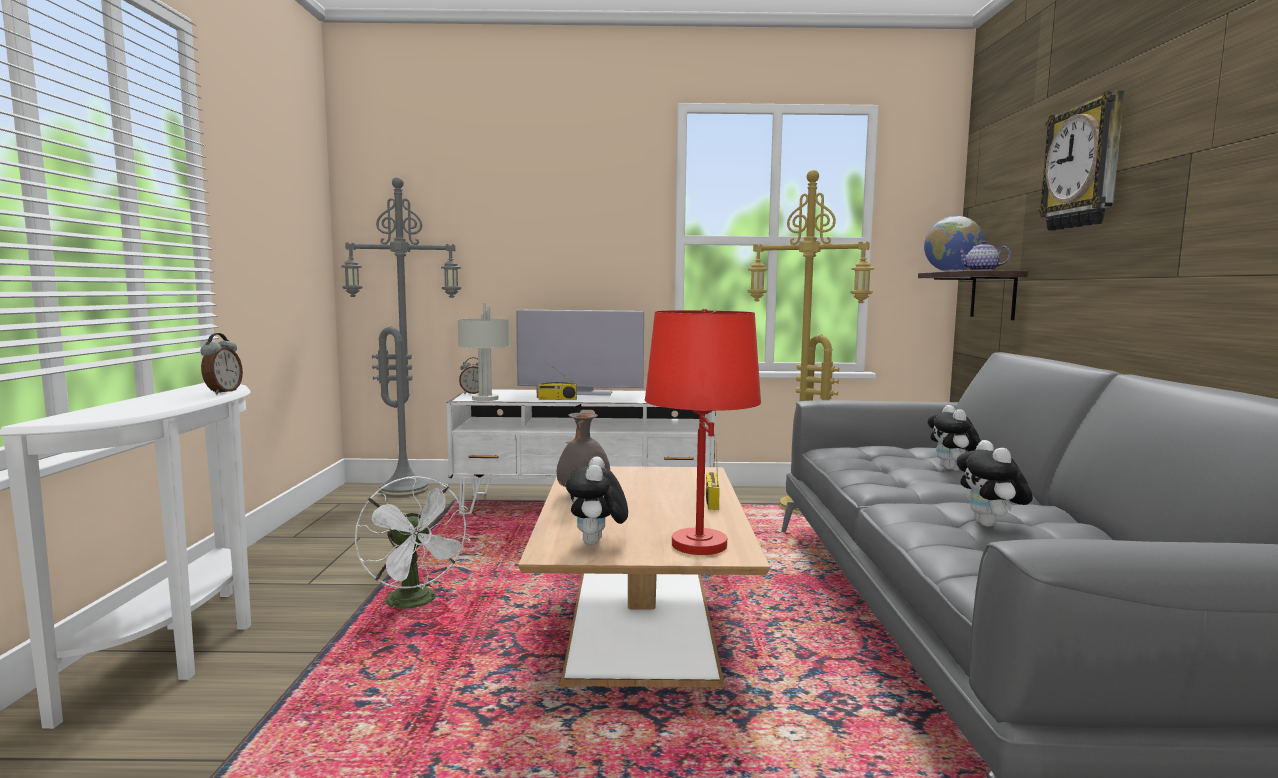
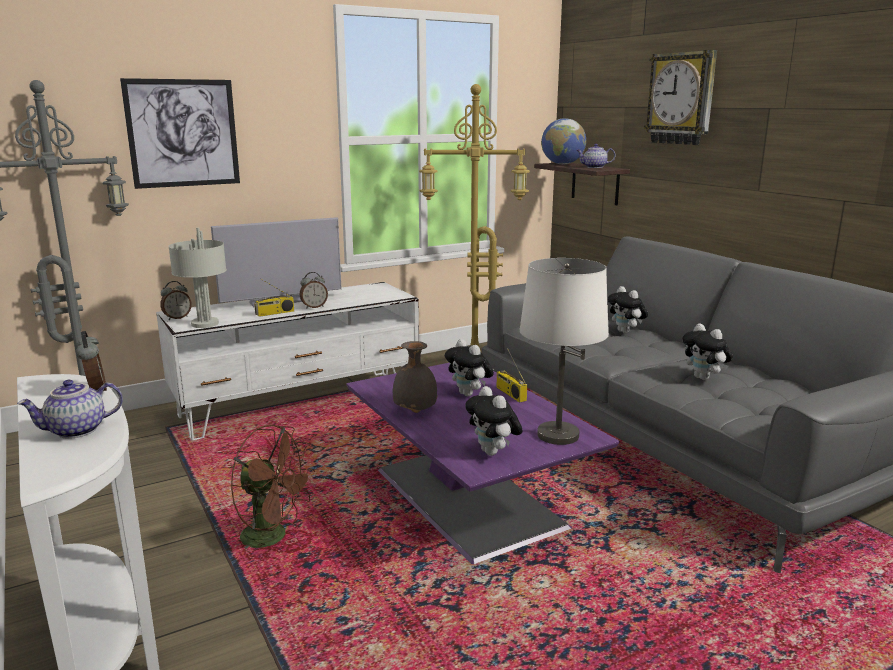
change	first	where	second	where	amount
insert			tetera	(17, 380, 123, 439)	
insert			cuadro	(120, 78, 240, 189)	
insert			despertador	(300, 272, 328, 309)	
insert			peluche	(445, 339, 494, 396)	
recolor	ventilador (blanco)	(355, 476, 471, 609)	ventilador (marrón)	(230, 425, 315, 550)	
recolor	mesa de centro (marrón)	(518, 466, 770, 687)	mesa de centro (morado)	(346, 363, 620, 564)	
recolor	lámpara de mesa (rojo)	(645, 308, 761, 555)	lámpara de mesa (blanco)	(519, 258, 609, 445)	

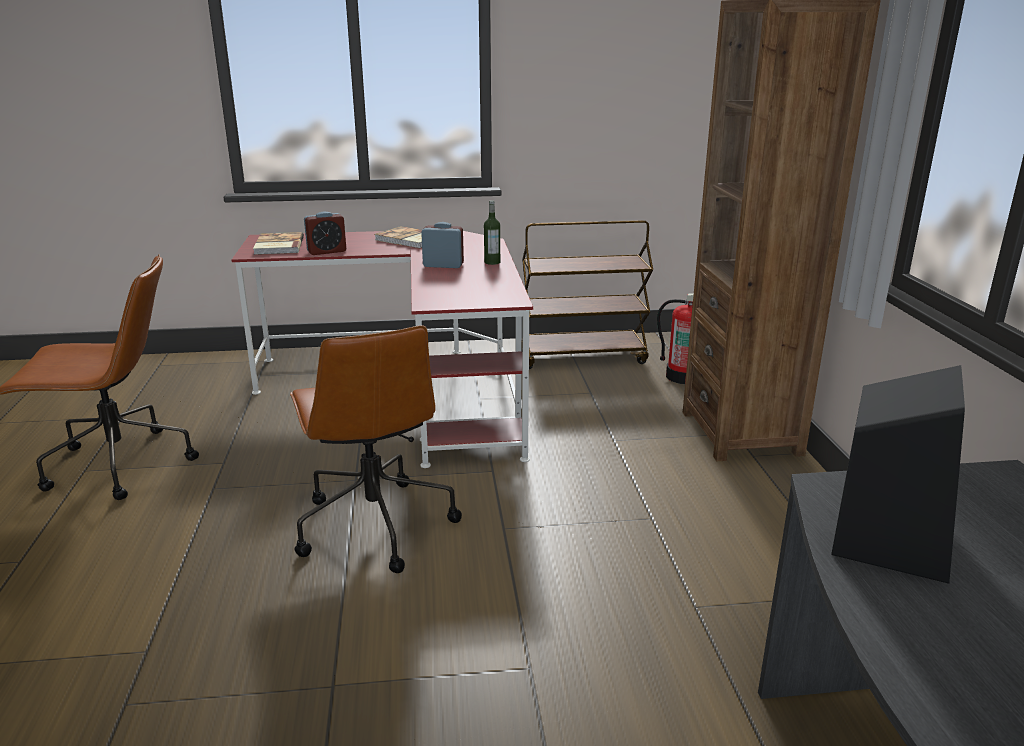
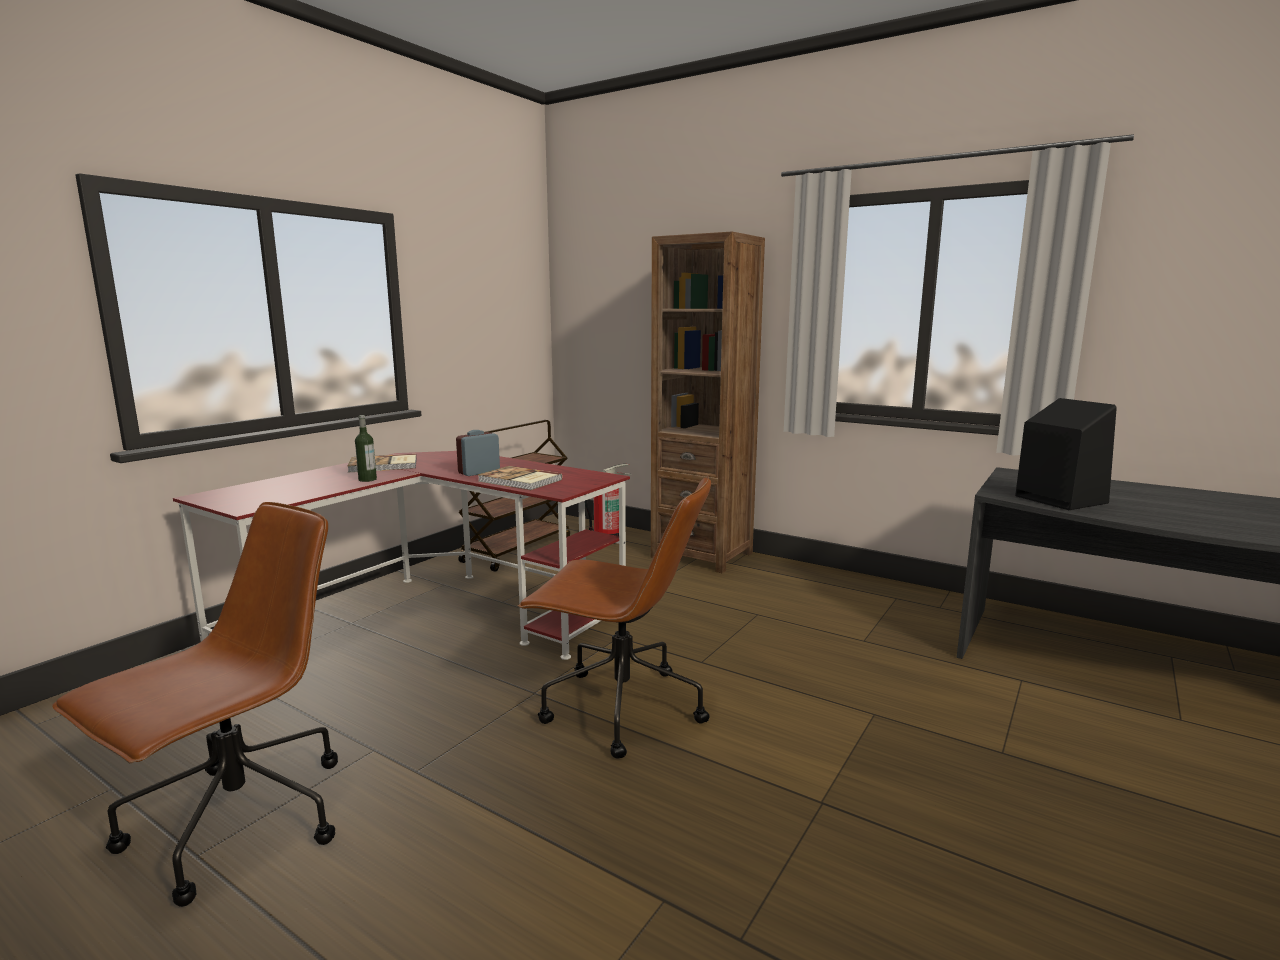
change	first	where	second	where	amount
delete	despertador	(304, 212, 346, 255)			
move	libro	(253, 232, 304, 255)		(478, 466, 562, 490)	
move	botella	(484, 200, 500, 265)		(355, 415, 377, 482)	

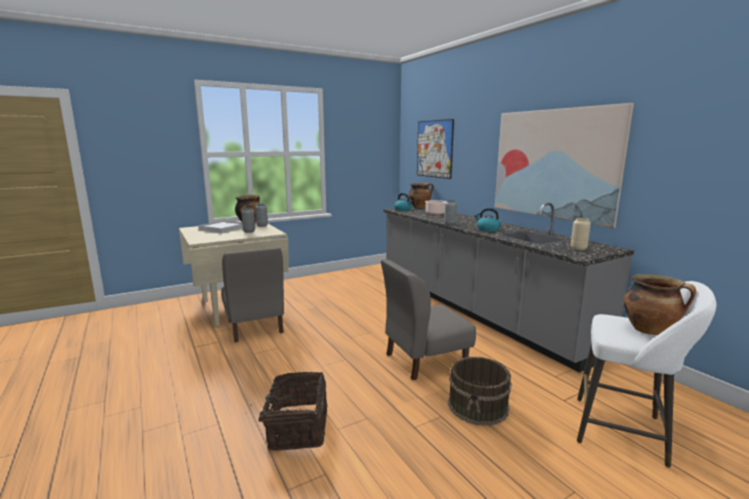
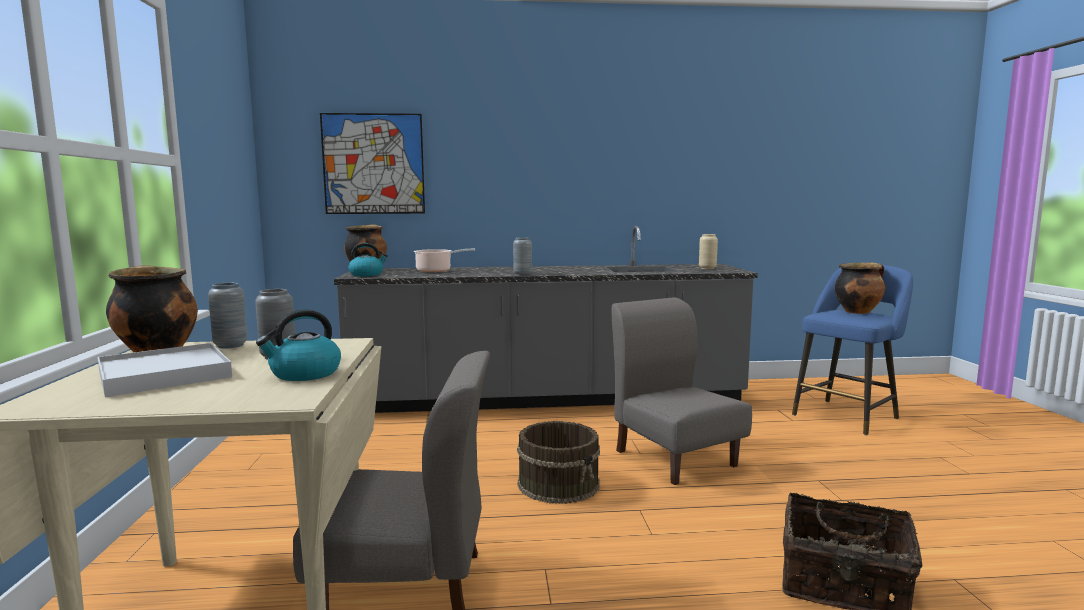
change	first	where	second	where	amount
delete	cuadro	(495, 103, 634, 228)			
move	cubo (marrón)	(448, 357, 512, 426)		(517, 421, 600, 504)	
move	hervidor	(474, 208, 501, 231)		(256, 309, 341, 381)	
recolor	taburete (blanco)	(577, 281, 716, 468)	taburete (azul)	(792, 265, 913, 436)	
rotate	silla (gris)	(381, 259, 476, 380)		(611, 297, 752, 485)	150 degrees clockwise

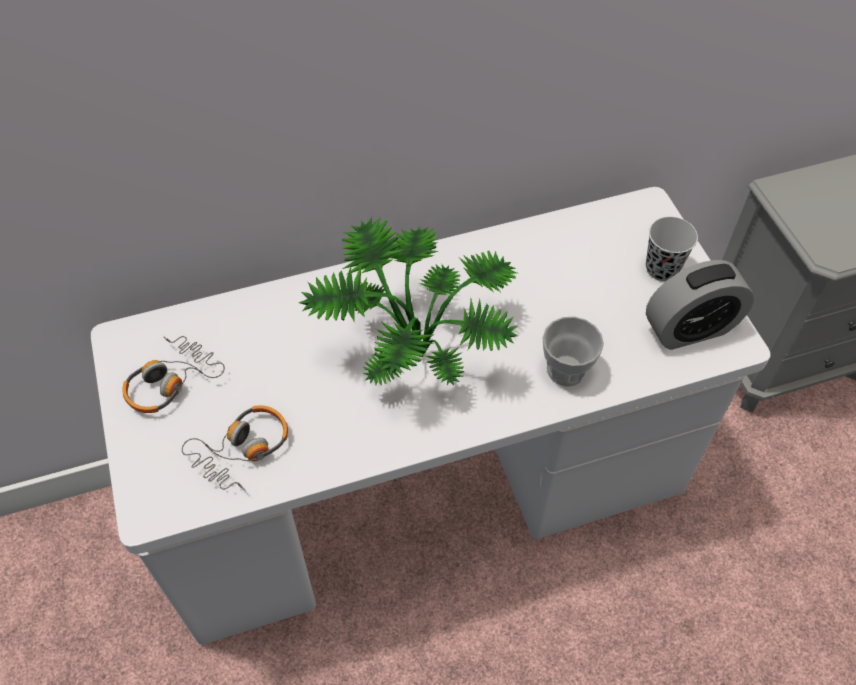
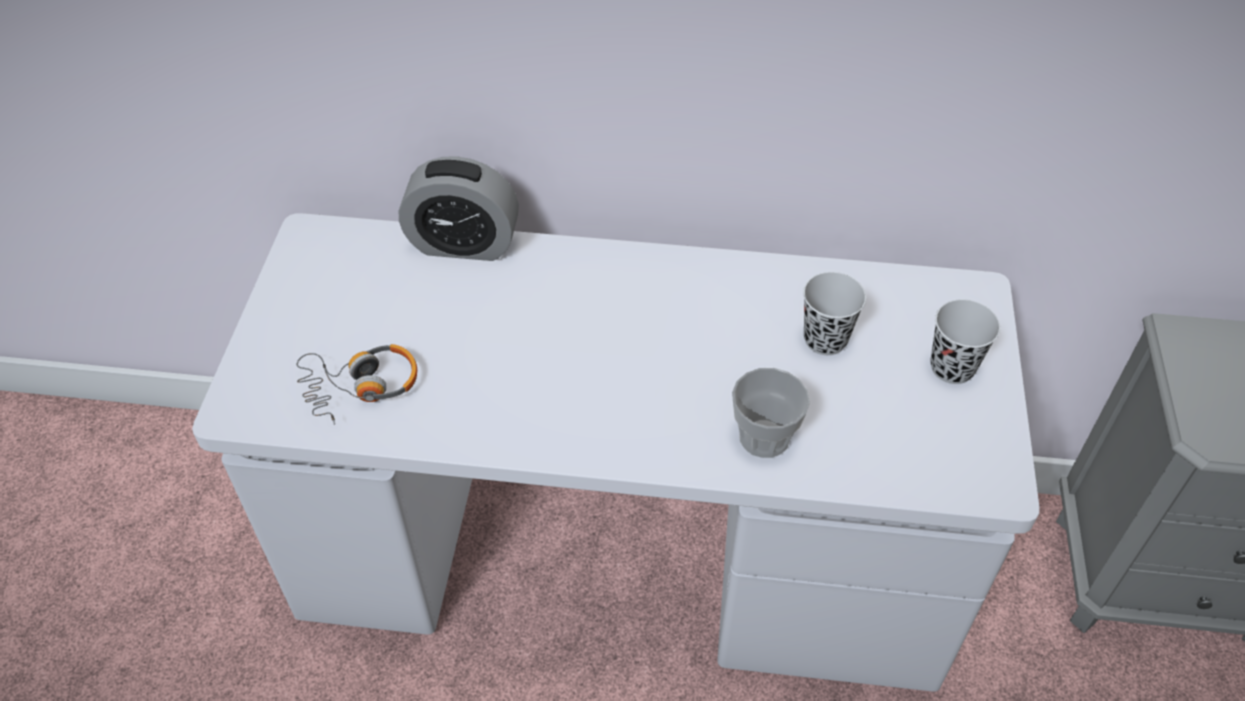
change	first	where	second	where	amount
delete	auriculares	(122, 336, 225, 413)			
delete	planta en maceta	(299, 217, 518, 385)			
insert			taza (negro)	(803, 272, 866, 355)	
move	despertador	(646, 260, 754, 350)		(399, 156, 519, 261)	

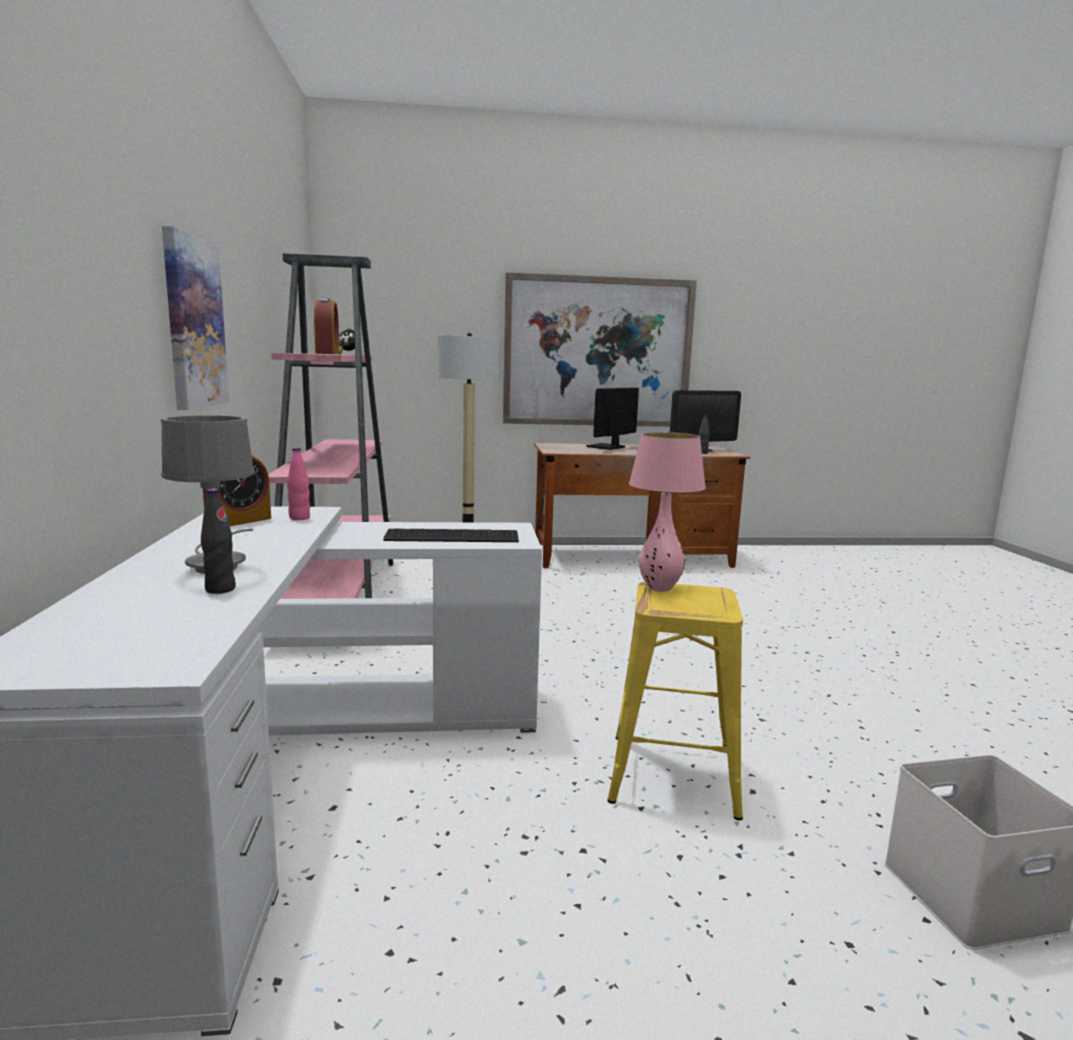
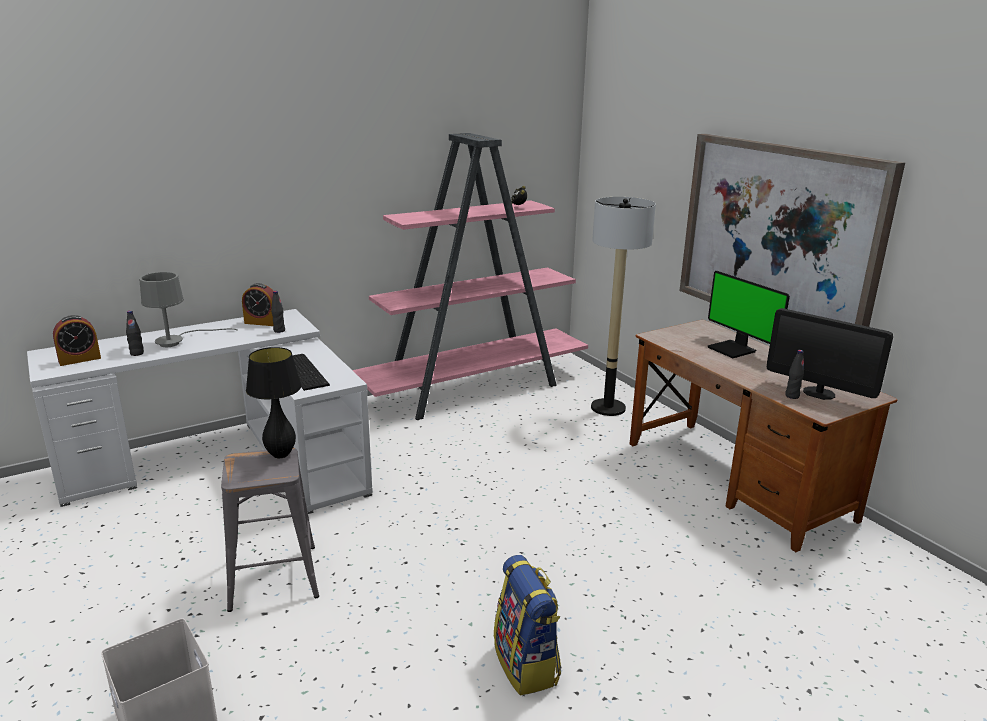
change	first	where	second	where	amount
delete	cuadro	(162, 226, 229, 410)			
insert			mochila	(494, 555, 561, 695)	
move	despertador	(314, 298, 340, 354)		(53, 315, 101, 366)	
recolor	botella (rosa)	(287, 448, 310, 520)	botella (negro)	(271, 291, 285, 333)	
recolor	taburete (amarillo)	(607, 582, 743, 820)	taburete (gris)	(221, 448, 319, 612)	
recolor	lámpara de mesa (rosa)	(629, 432, 706, 592)	lámpara de mesa (negro)	(246, 347, 302, 458)	
rotate	monitor	(586, 388, 639, 450)		(707, 271, 790, 358)	135 degrees counterclockwise

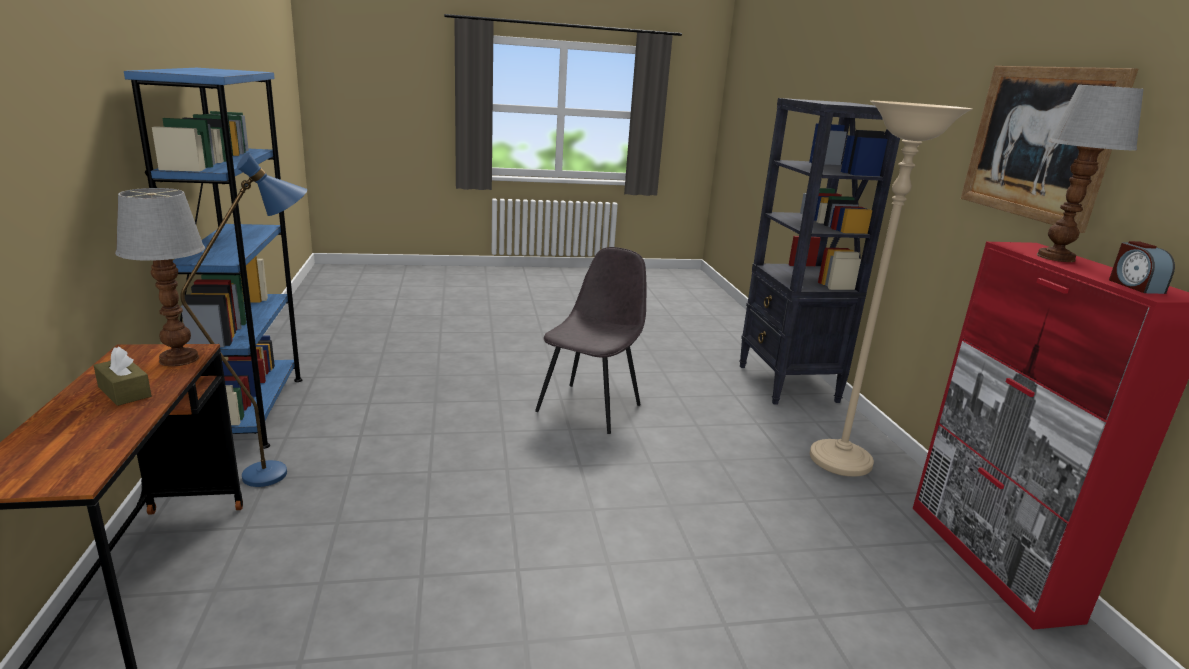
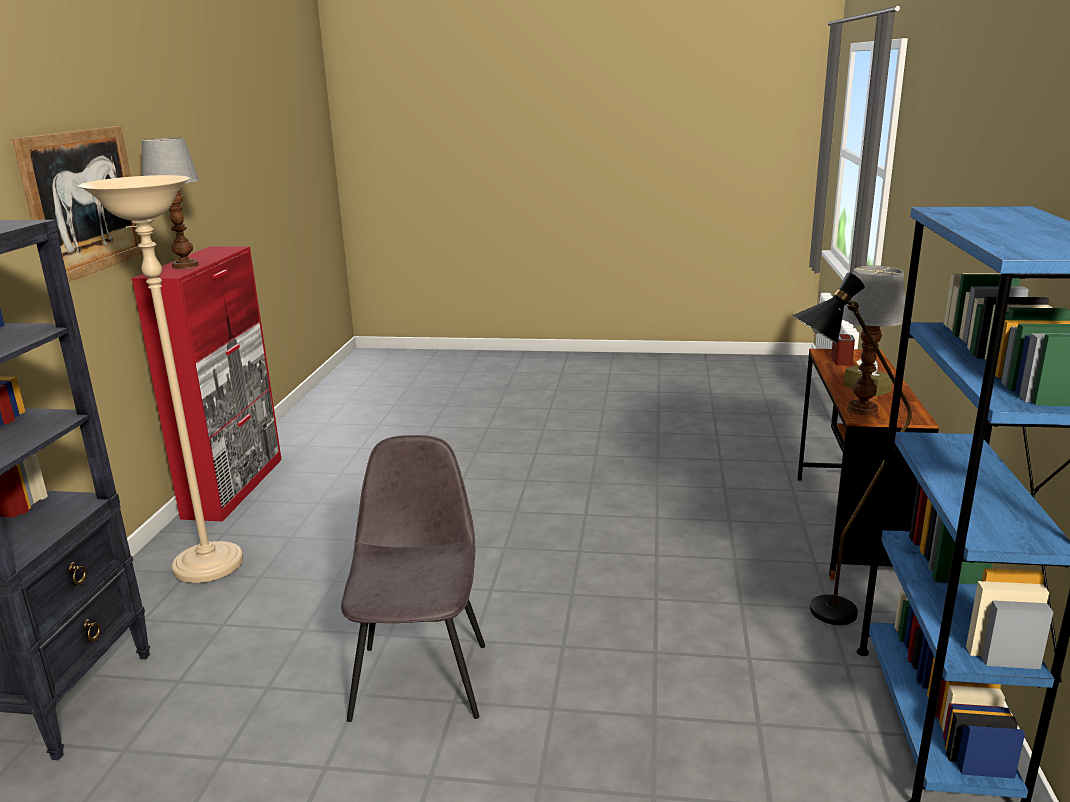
change	first	where	second	where	amount
move	despertador	(1109, 241, 1175, 294)		(831, 334, 855, 366)	
recolor	lámpara de pie (azul)	(180, 152, 307, 487)	lámpara de pie (negro)	(792, 272, 912, 625)	
rotate	silla (gris)	(535, 247, 647, 434)		(341, 435, 485, 722)	135 degrees clockwise

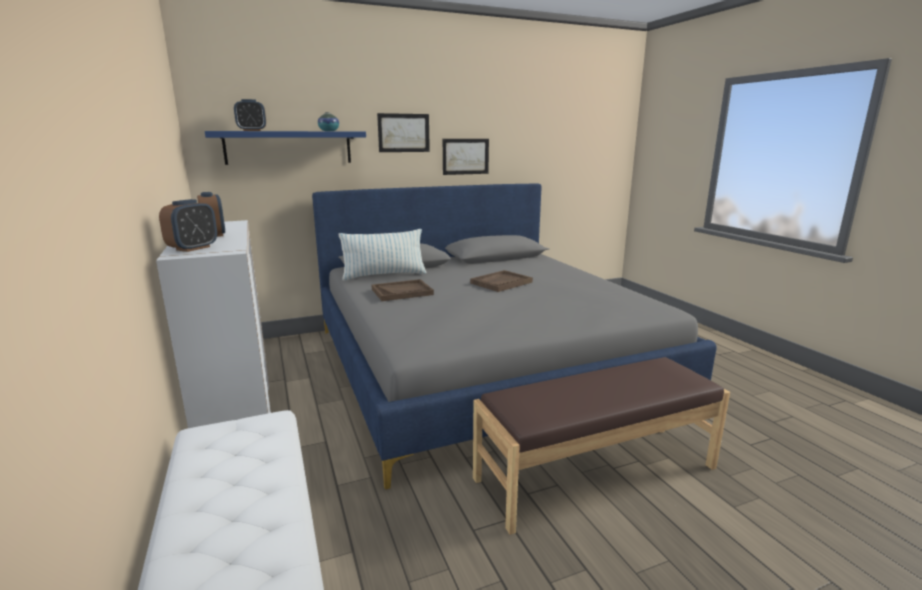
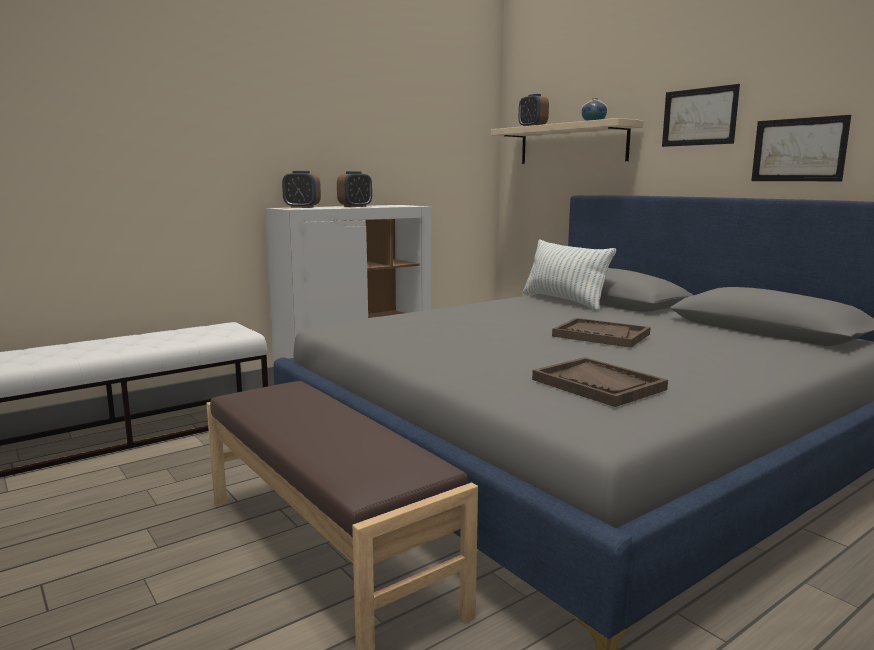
change	first	where	second	where	amount
move	bandeja (marrón)	(372, 279, 434, 301)		(532, 357, 668, 407)	
recolor	estante (azul)	(205, 131, 366, 165)	estante (beis)	(491, 118, 643, 164)	

